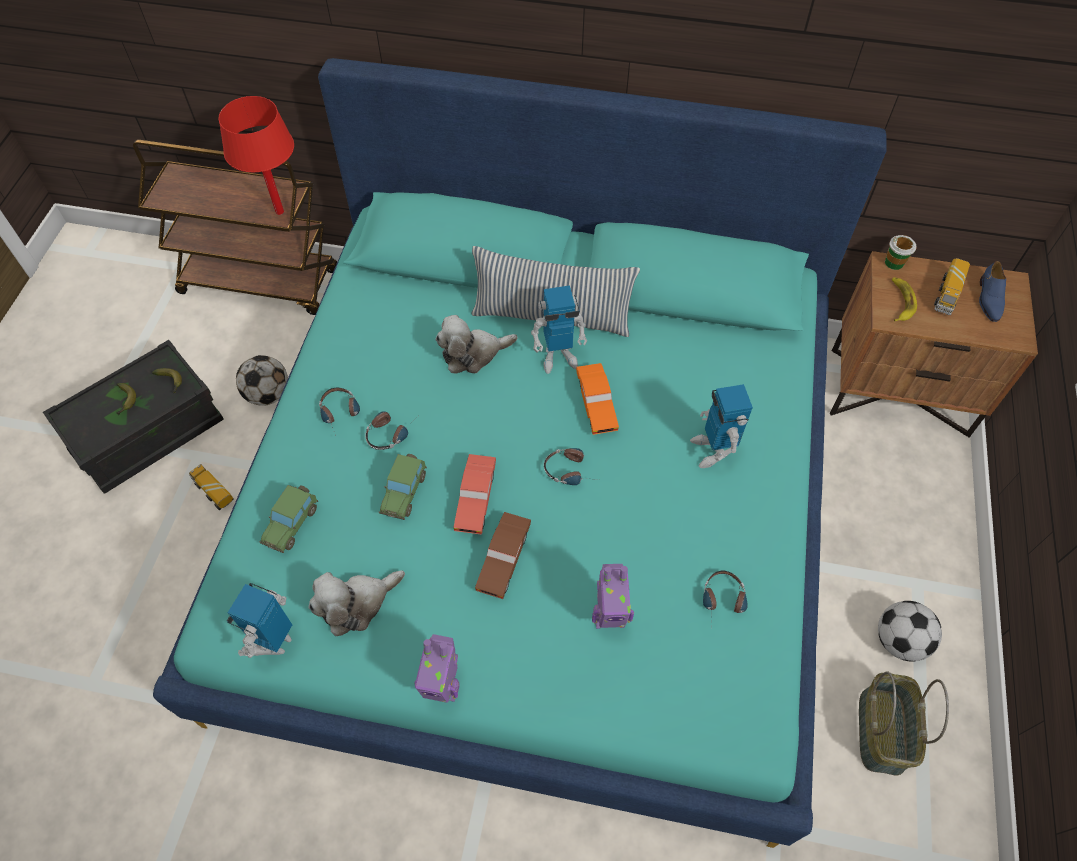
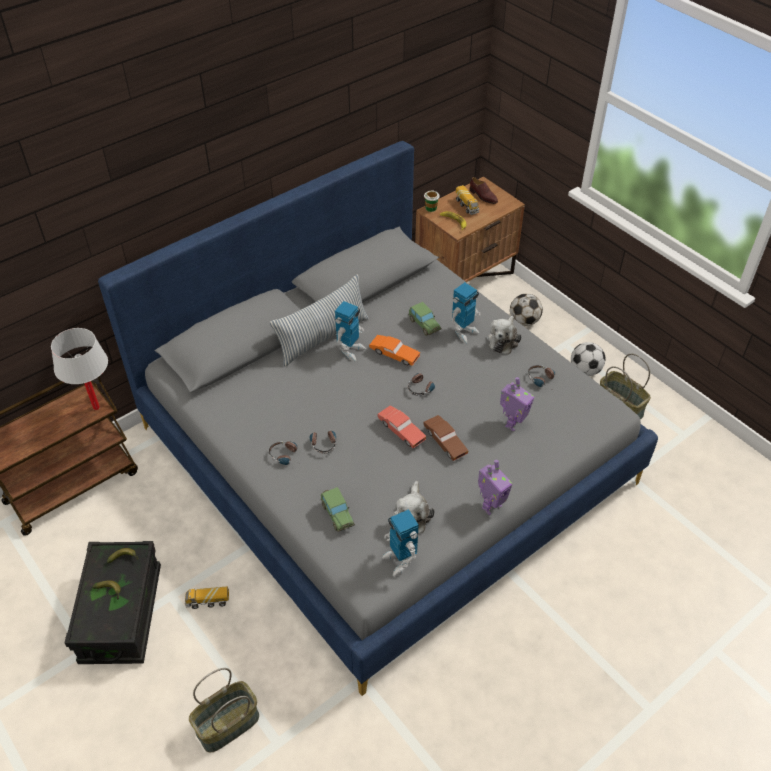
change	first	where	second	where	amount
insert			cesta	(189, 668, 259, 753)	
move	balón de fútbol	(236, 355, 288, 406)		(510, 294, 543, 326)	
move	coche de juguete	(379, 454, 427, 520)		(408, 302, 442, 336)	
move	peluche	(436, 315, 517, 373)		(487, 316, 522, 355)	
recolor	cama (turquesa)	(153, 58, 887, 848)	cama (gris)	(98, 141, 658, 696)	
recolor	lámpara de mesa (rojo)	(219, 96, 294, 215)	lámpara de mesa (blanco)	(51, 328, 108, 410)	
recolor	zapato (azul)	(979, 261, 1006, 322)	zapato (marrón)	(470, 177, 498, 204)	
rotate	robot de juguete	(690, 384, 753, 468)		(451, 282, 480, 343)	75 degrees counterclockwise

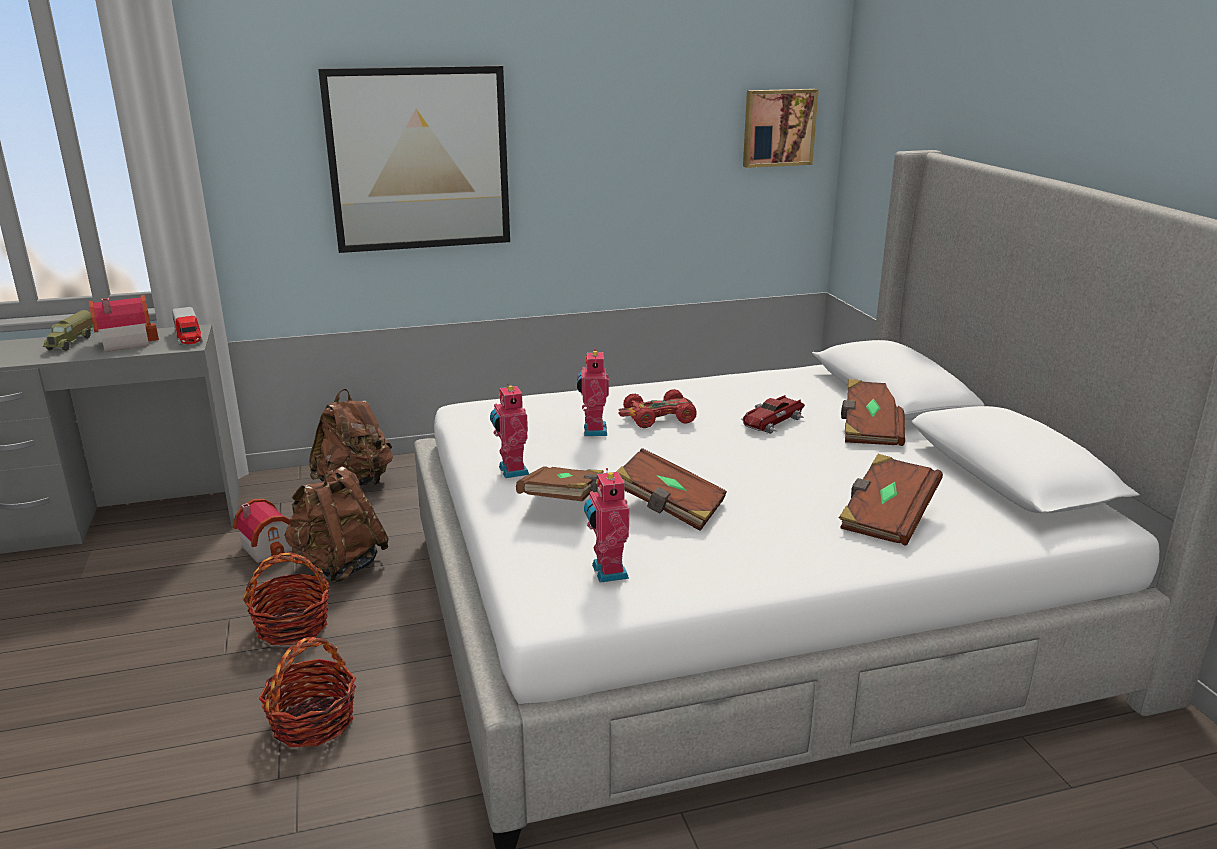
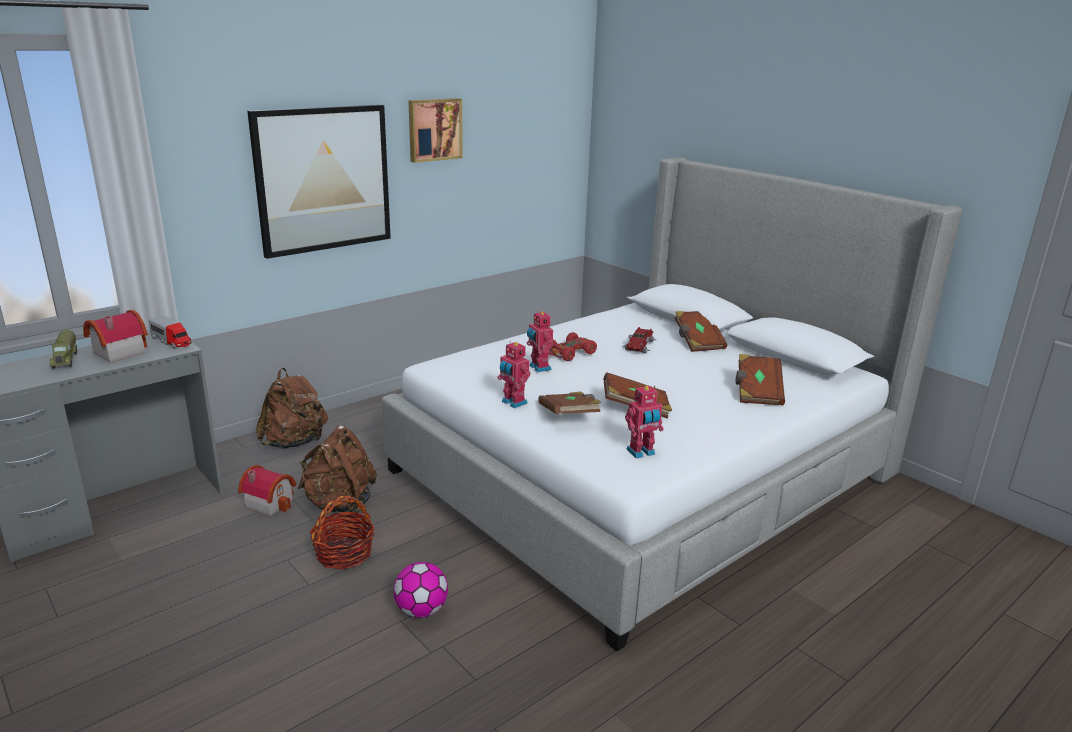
change	first	where	second	where	amount
move	cuadro	(743, 89, 819, 168)		(408, 98, 463, 163)	
replace	cesta	(259, 637, 356, 748)	balón de fútbol	(394, 562, 448, 618)	
rotate	robot de juguete	(584, 468, 629, 583)		(625, 386, 664, 459)	75 degrees counterclockwise

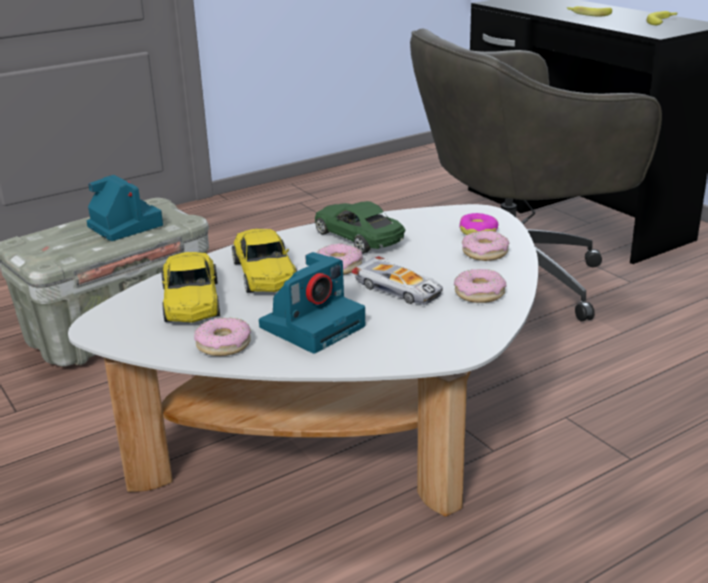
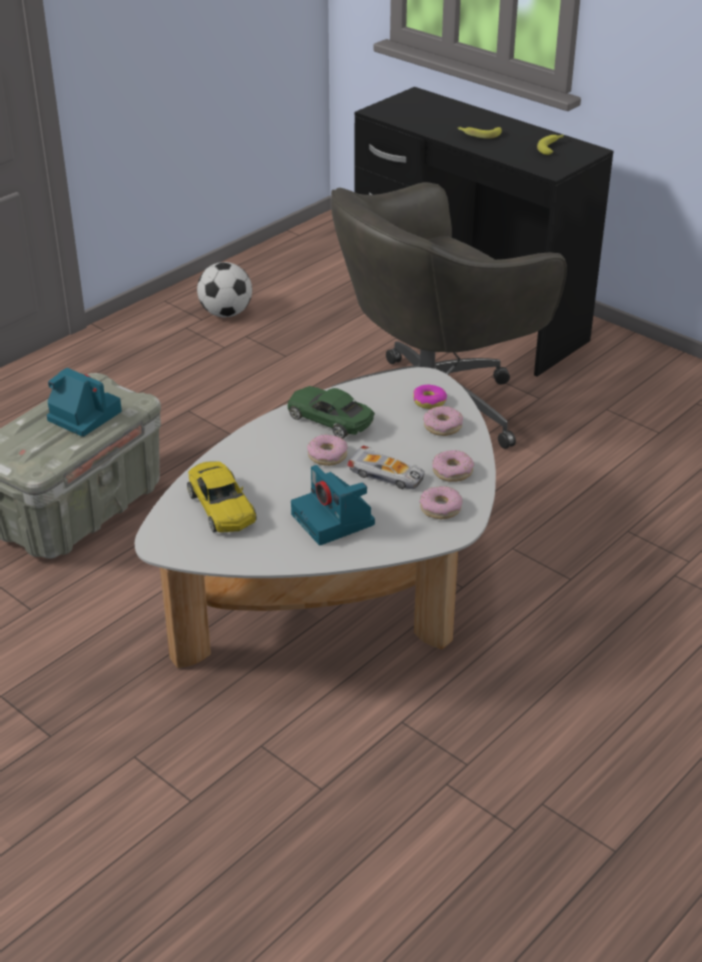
change	first	where	second	where	amount
delete	coche de juguete (amarillo)	(232, 229, 297, 293)			
insert			balón de fútbol	(197, 262, 252, 317)	
move	rosquilla	(194, 318, 251, 356)		(419, 486, 462, 519)	
rotate	cámara	(259, 252, 365, 354)		(291, 465, 375, 545)	120 degrees clockwise

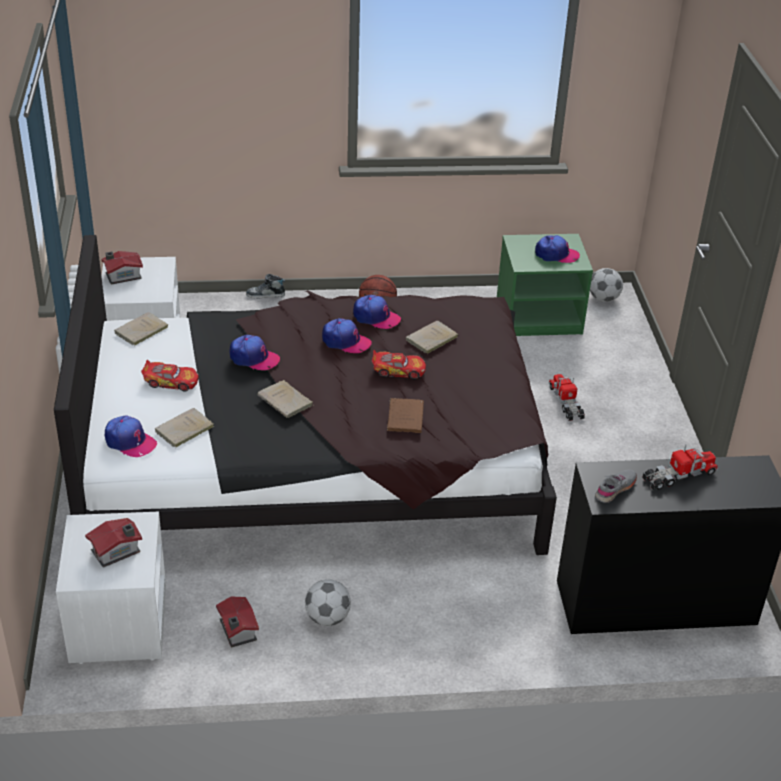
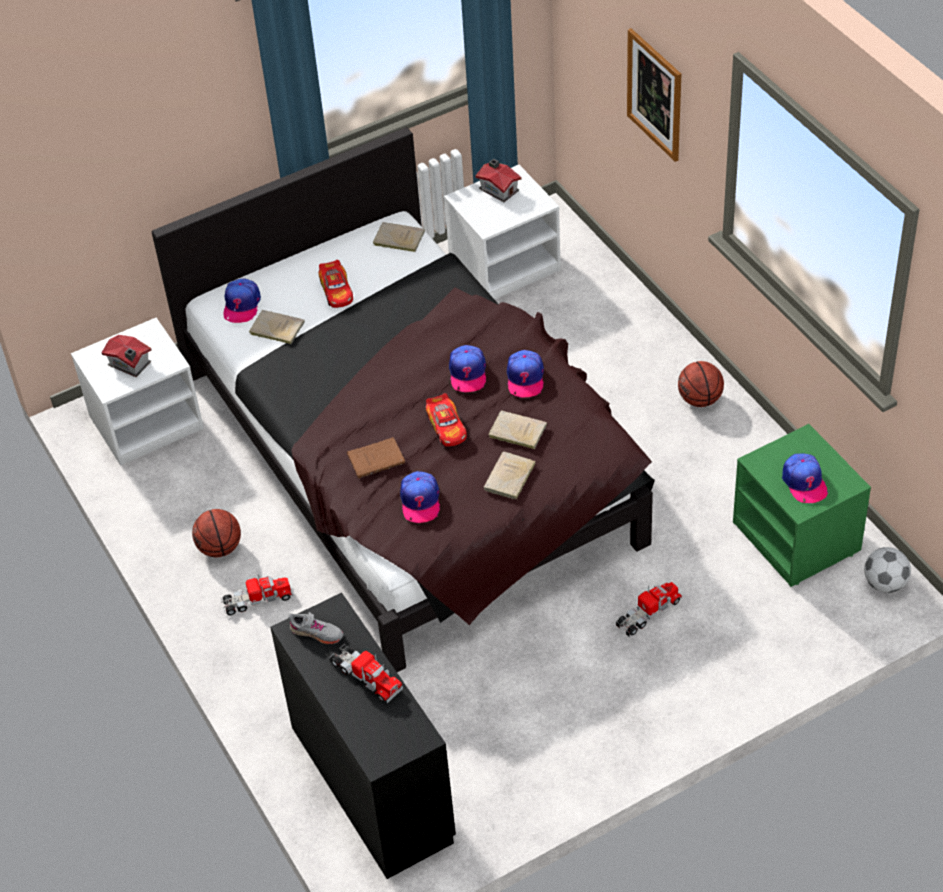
change	first	where	second	where	amount
delete	casita	(216, 597, 259, 648)			
delete	zapato	(246, 274, 285, 298)			
insert			camión de juguete	(220, 574, 293, 615)	
insert			cuadro	(627, 28, 681, 162)	
move	gorra	(229, 335, 280, 370)		(400, 471, 440, 523)	
move	libro (beis)	(258, 380, 313, 418)		(484, 452, 535, 499)	
replace	balón de fútbol	(305, 579, 351, 626)	balón de baloncesto	(192, 509, 241, 557)	

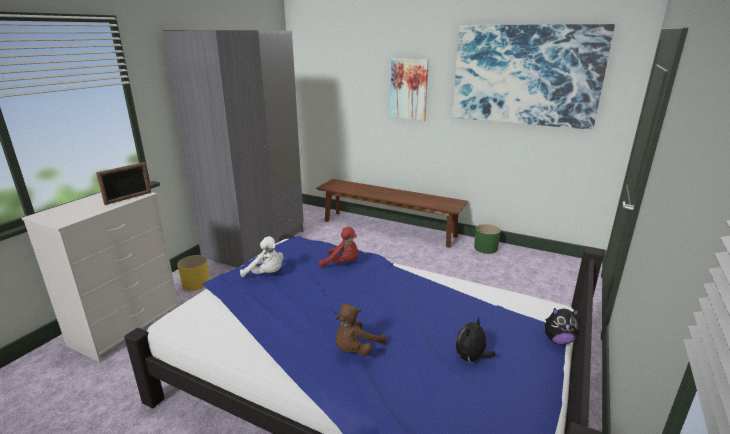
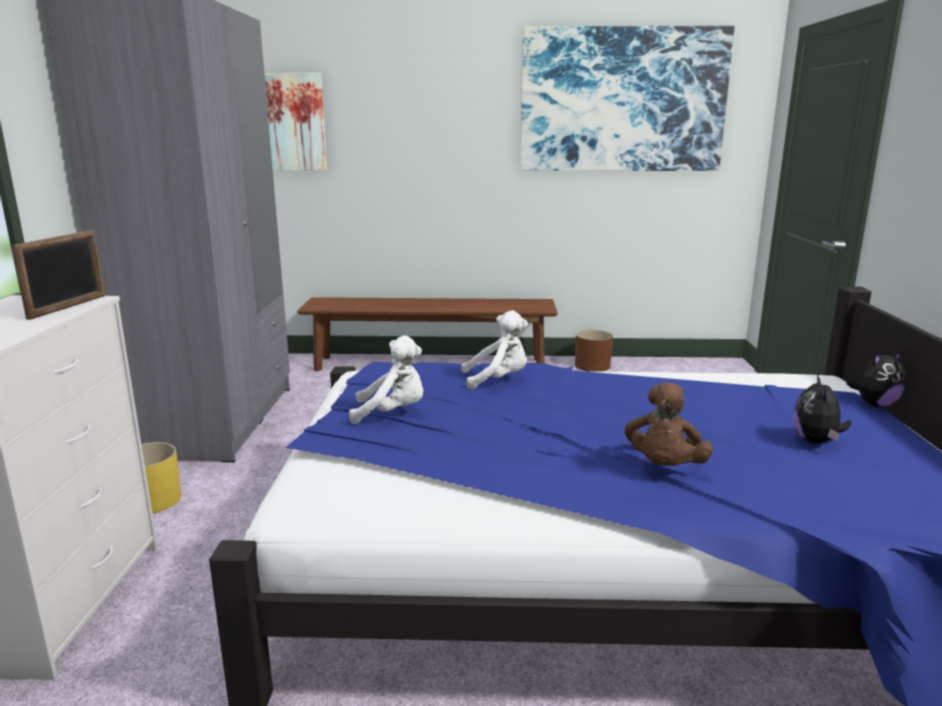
change	first	where	second	where	amount
move	cuadro	(390, 58, 429, 121)		(264, 73, 327, 171)	
recolor	peluche (rojo)	(319, 227, 358, 268)	peluche (blanco)	(461, 310, 528, 389)	
recolor	maceta (verde)	(474, 224, 501, 254)	maceta (marrón)	(575, 330, 613, 372)	

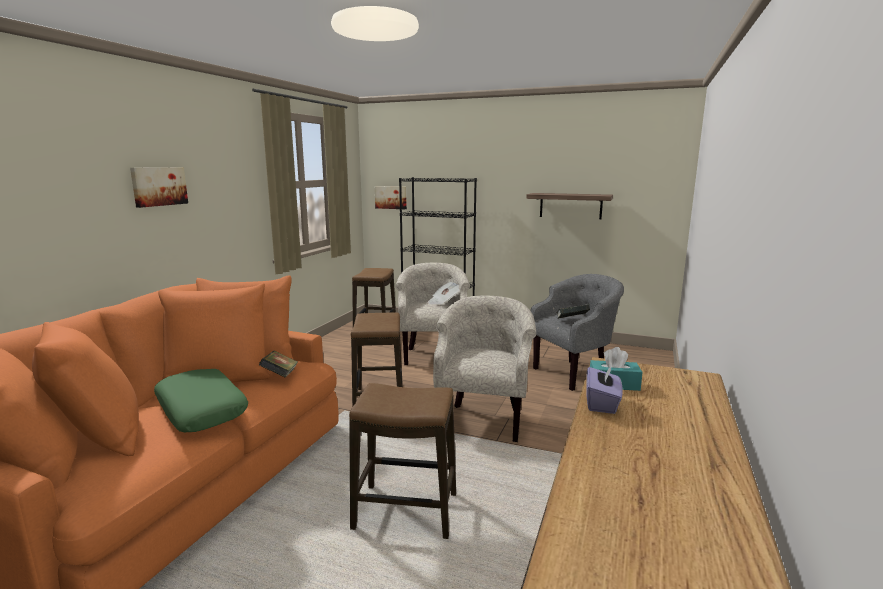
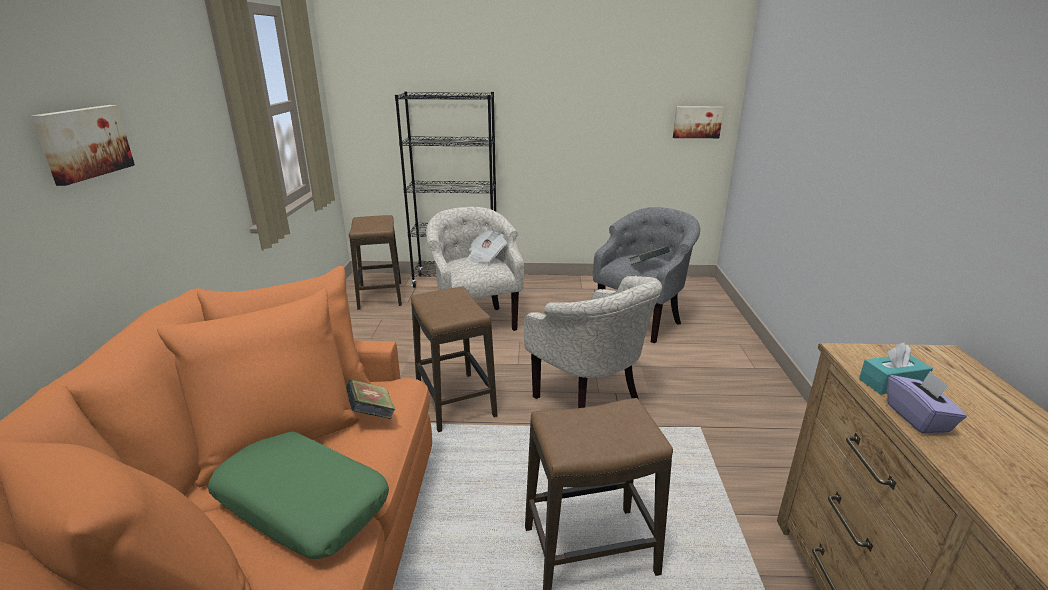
change	first	where	second	where	amount
delete	estante	(526, 193, 613, 219)			
move	cuadro	(375, 186, 407, 209)		(673, 107, 724, 138)	
rotate	sillón (beis)	(433, 296, 536, 442)		(524, 276, 662, 408)	150 degrees clockwise

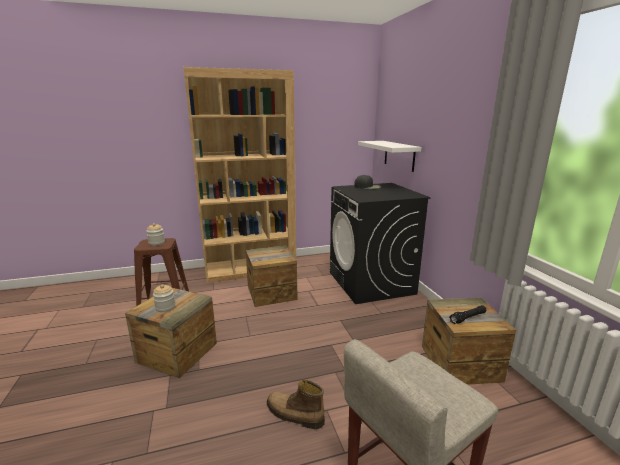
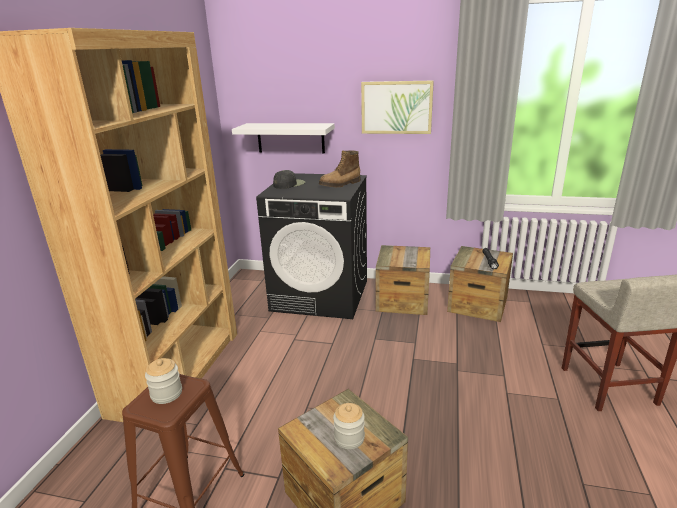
change	first	where	second	where	amount
insert			cuadro	(361, 81, 434, 134)	
move	caja de embalaje	(246, 245, 297, 307)		(376, 245, 430, 315)	
move	bota	(267, 380, 325, 429)		(319, 151, 361, 187)	

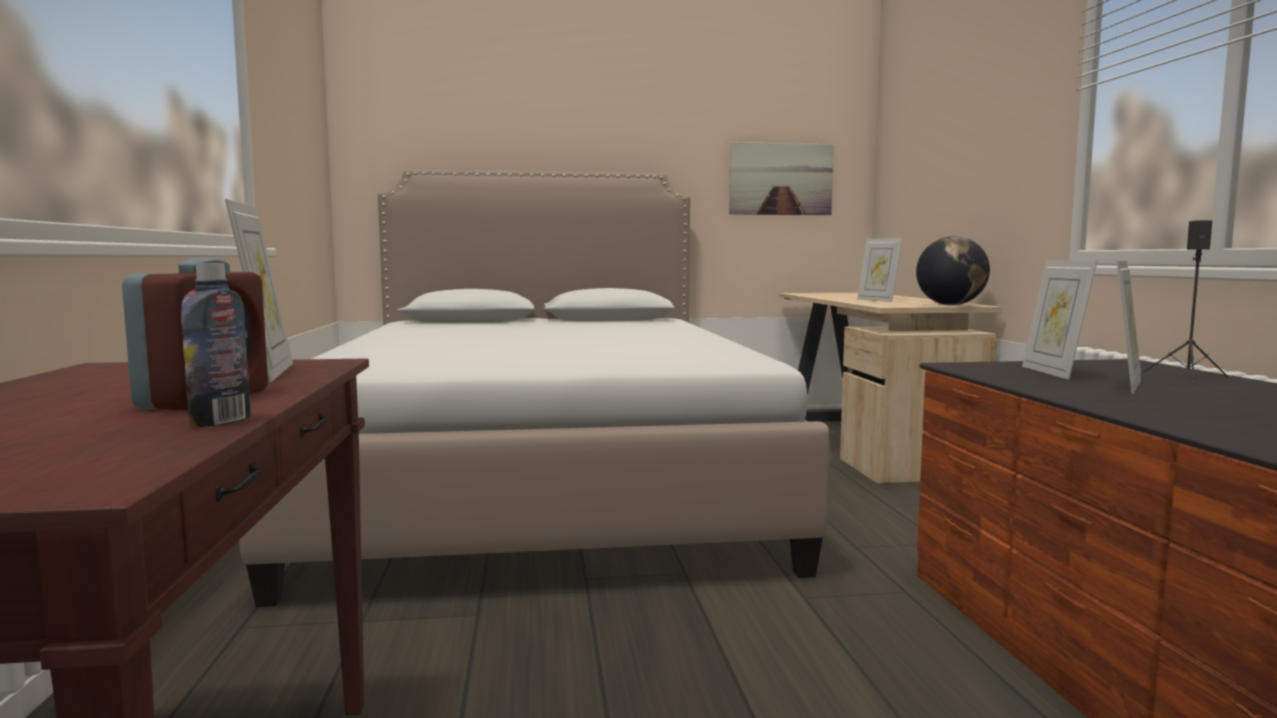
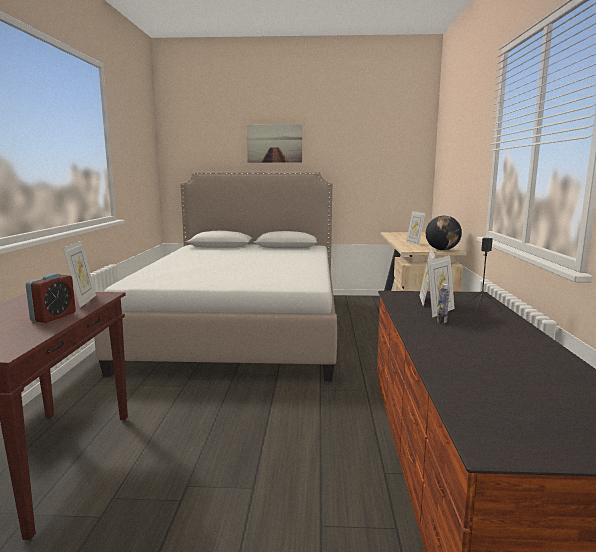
change	first	where	second	where	amount
move	botella	(181, 263, 250, 427)		(437, 283, 449, 324)	
move	cuadro	(729, 142, 834, 215)		(247, 124, 302, 163)	

